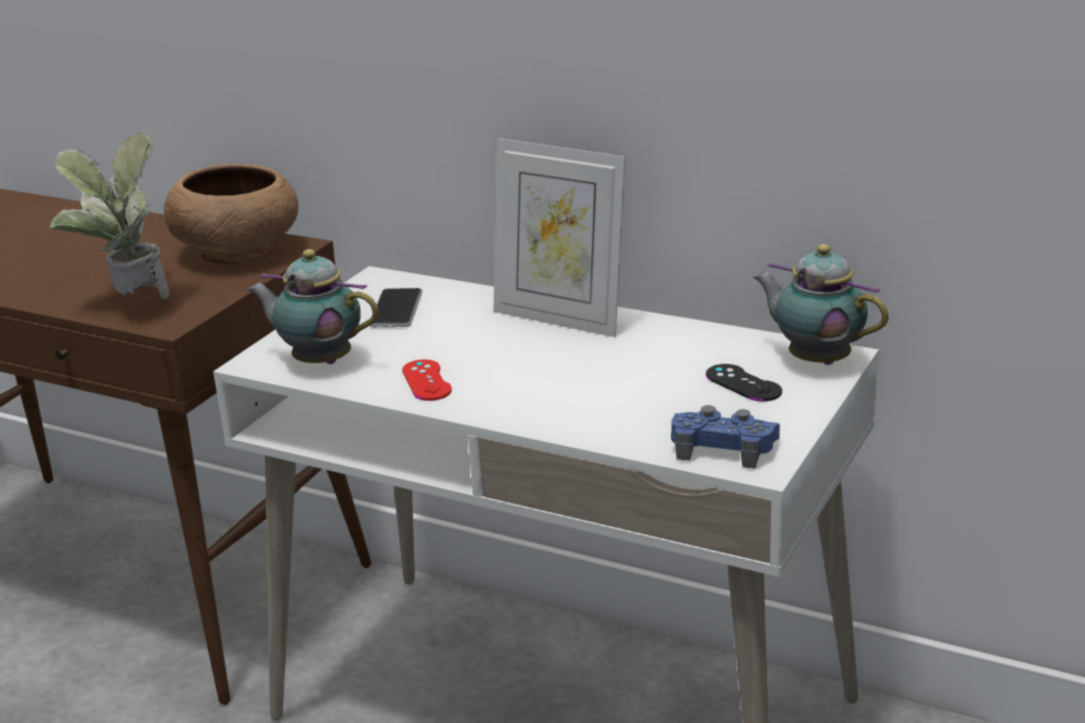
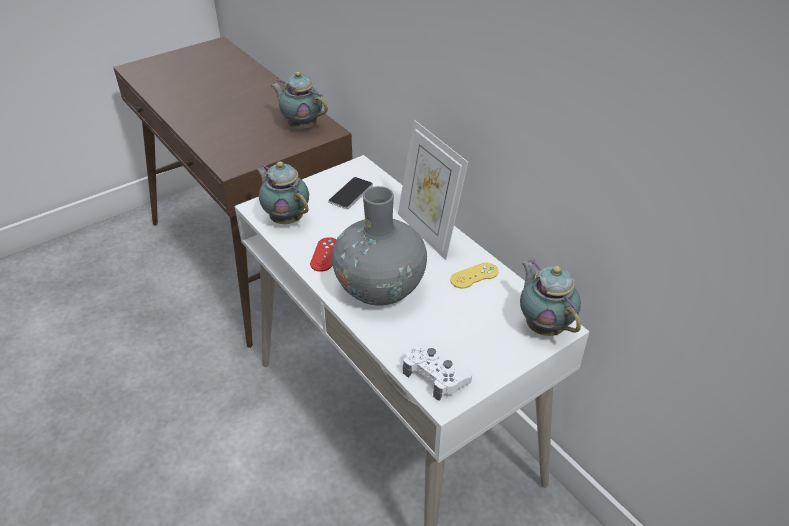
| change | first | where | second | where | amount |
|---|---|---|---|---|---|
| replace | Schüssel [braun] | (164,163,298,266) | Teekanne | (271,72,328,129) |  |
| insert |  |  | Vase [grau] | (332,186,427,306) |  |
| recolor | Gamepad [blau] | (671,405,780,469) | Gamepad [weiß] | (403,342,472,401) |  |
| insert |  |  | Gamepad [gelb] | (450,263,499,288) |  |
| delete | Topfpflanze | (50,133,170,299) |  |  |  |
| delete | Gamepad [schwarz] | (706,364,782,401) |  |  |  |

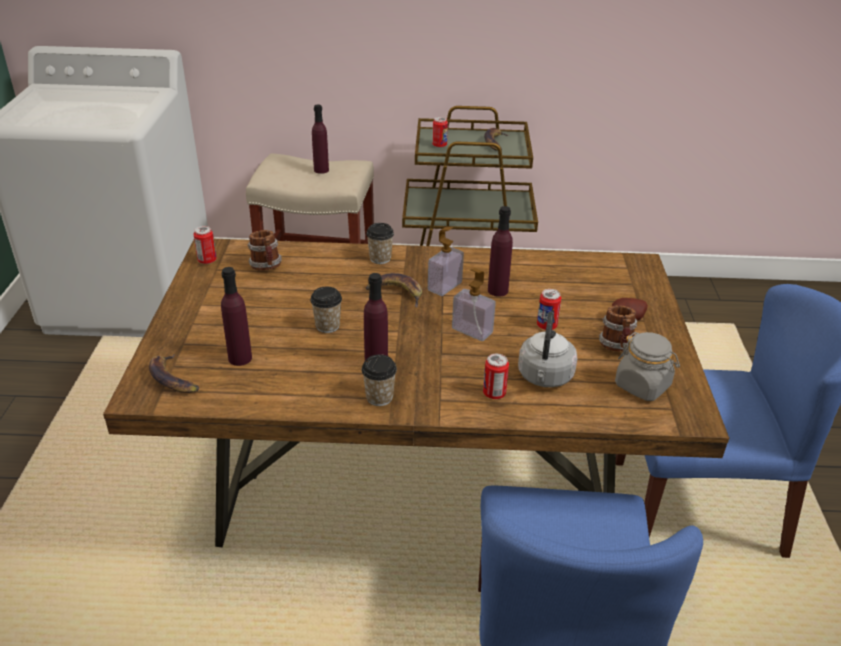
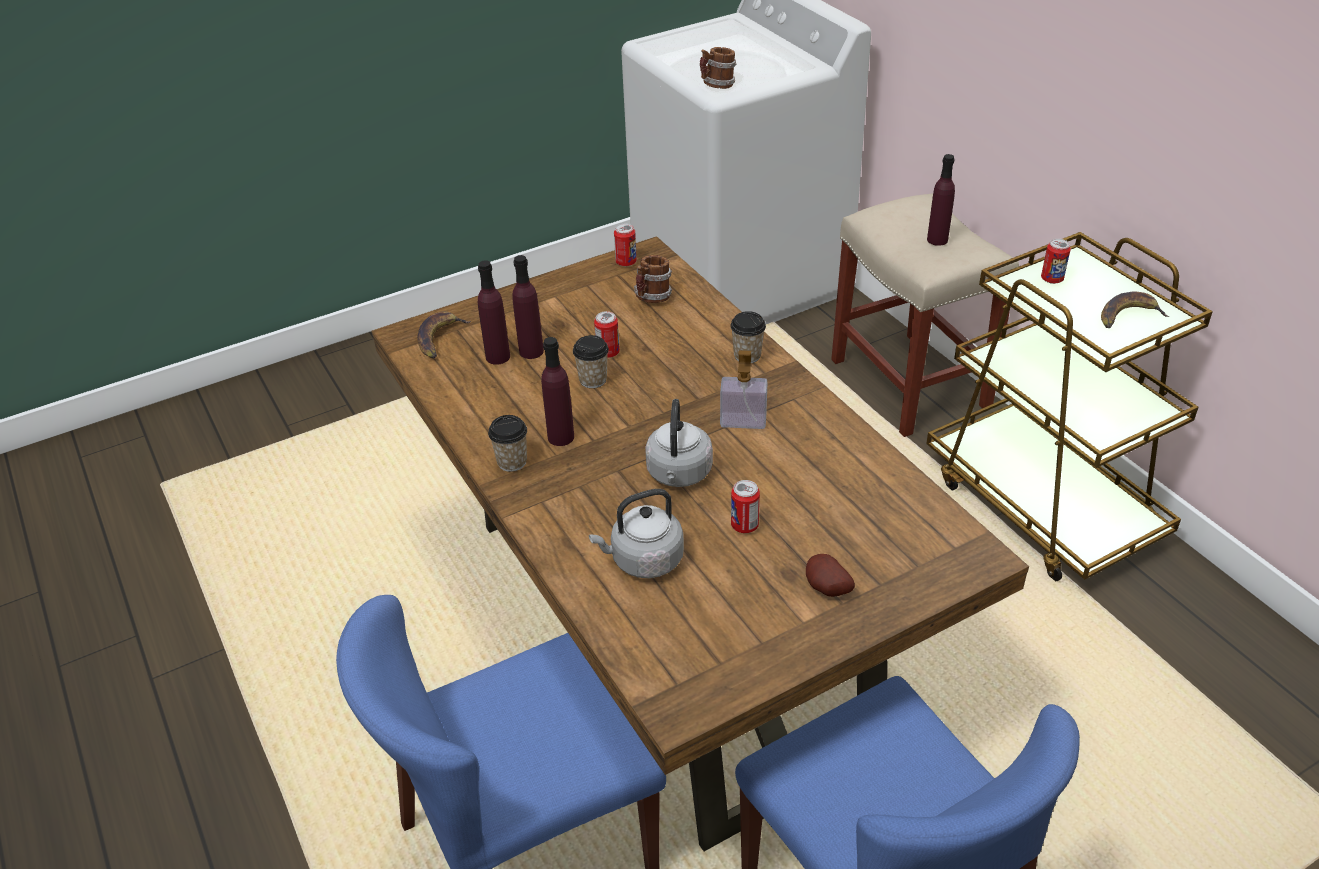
| change | first | where | second | where | amount |
|---|---|---|---|---|---|
| move | Flasche [lila] | (488,206,513,297) |  | (512,255,544,359) |  |
| move | Dose | (483,354,509,399) |  | (594,311,620,358) |  |
| replace | Seifenspender | (452,268,496,341) | Wasserkessel [grau] | (645,399,713,487) |  |
| move | Henkelbecher | (599,305,637,352) |  | (700,47,736,89) |  |
| delete | Banane | (366,273,422,308) |  |  |  |
| delete | Vorratsglas [grau] | (615,332,680,401) |  |  |  |

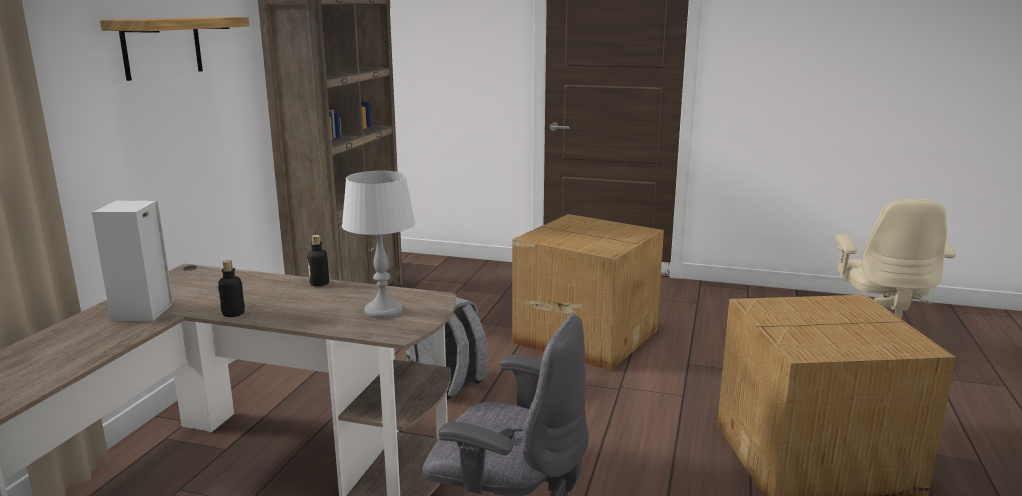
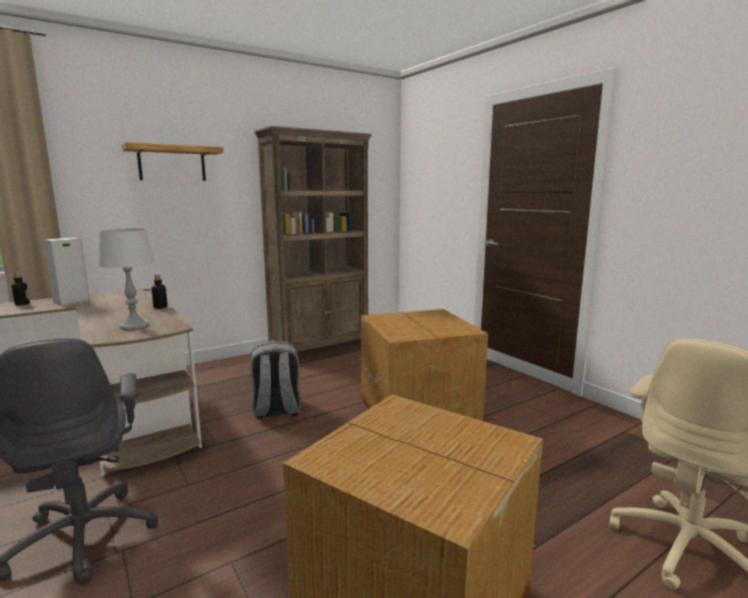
| change | first | where | second | where | amount |
|---|---|---|---|---|---|
| move | Flasche | (218,260,245,317) |  | (11,272,30,306) |  |

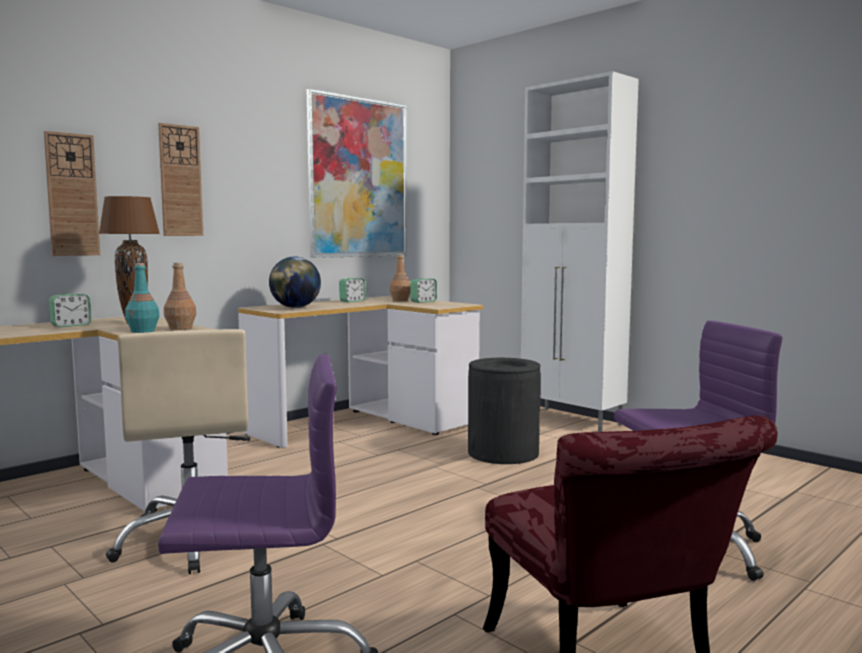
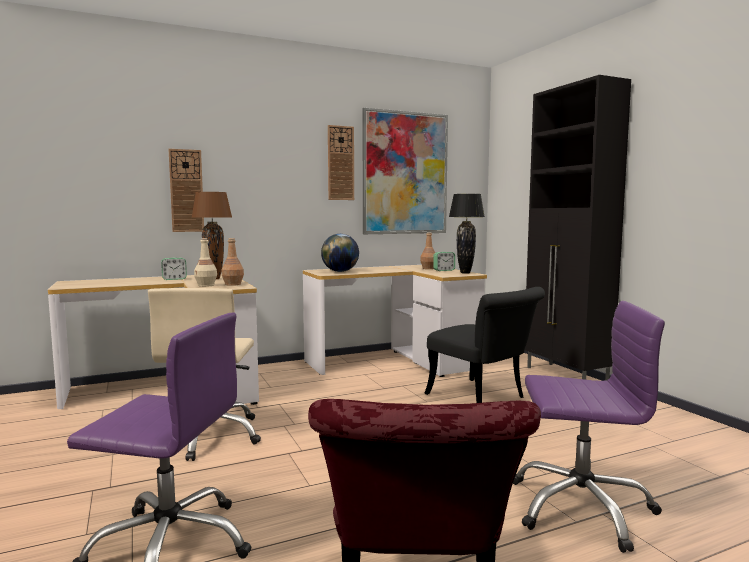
| change | first | where | second | where | amount |
|---|---|---|---|---|---|
| recolor | Flasche [türkis] | (125,263,159,333) | Flasche [beige] | (194,238,217,287) |  |
| move | Wanduhr | (158,123,203,236) |  | (328,125,354,200) |  |
| replace | Mülleimer [schwarz] | (468,358,541,464) | Stuhl [schwarz] | (424,287,545,403) |  |
| insert |  |  | Tischlampe [schwarz] | (449,194,485,274) |  |
| recolor | Schrank [weiß] | (521,71,639,432) | Schrank [schwarz] | (525,75,631,381) |  |
| delete | Wecker | (339,278,366,302) |  |  |  |

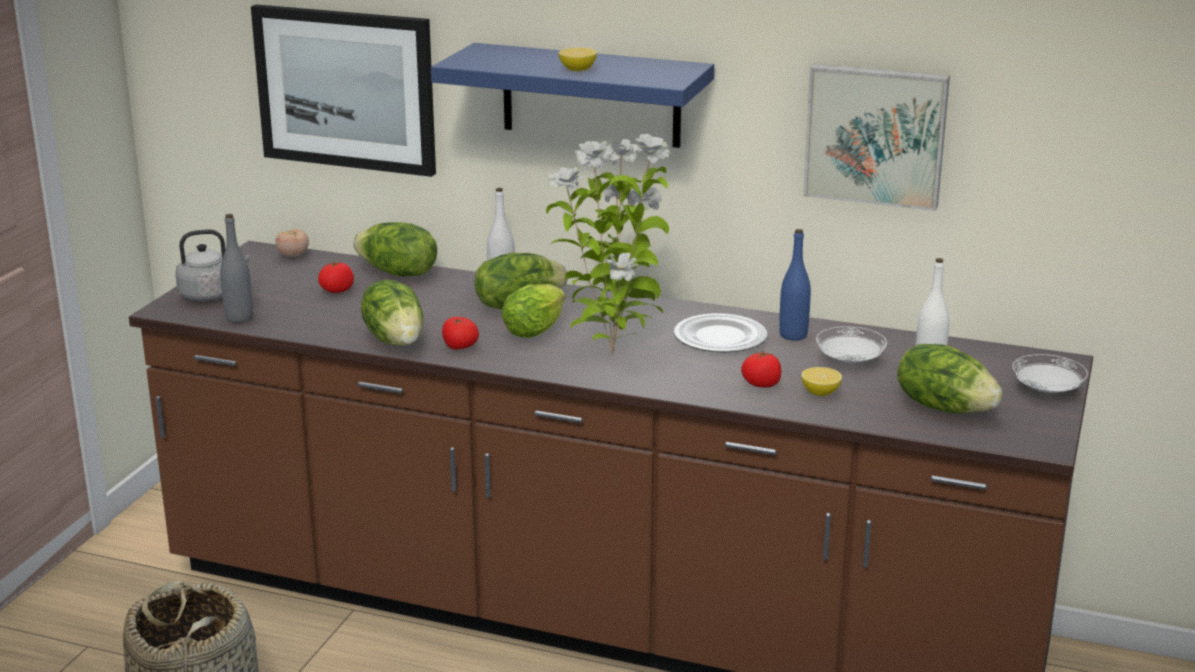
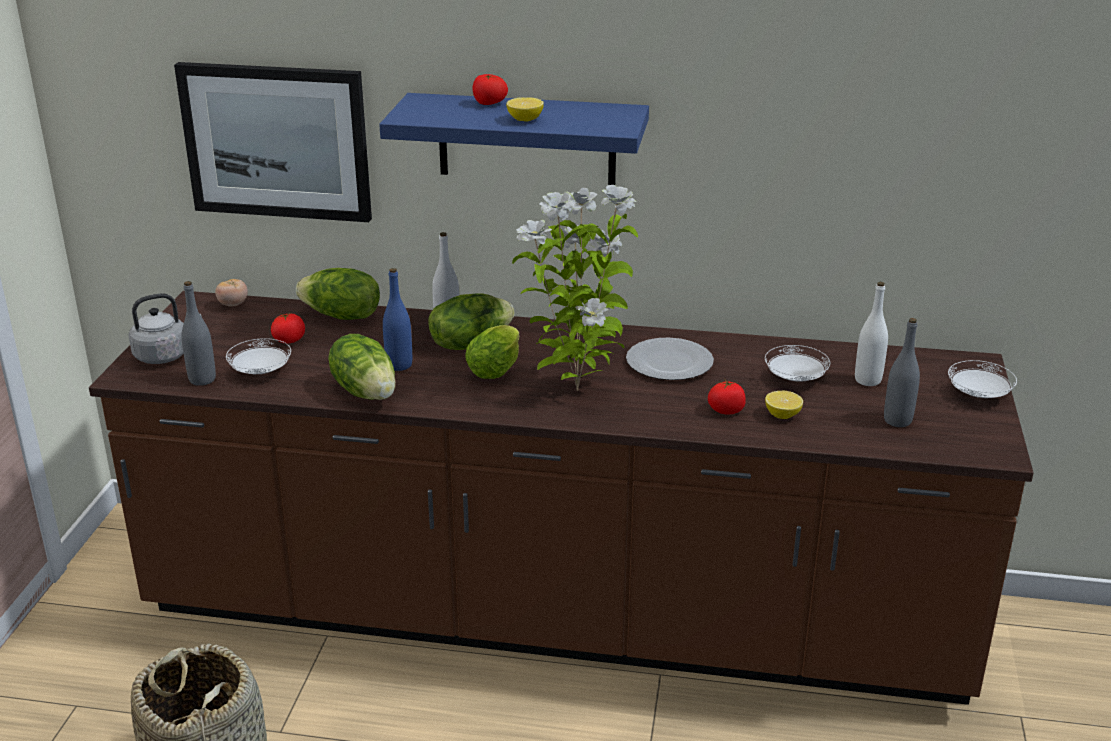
| change | first | where | second | where | amount |
|---|---|---|---|---|---|
| insert |  |  | Teller [weiß] | (226,338,291,374) |  |
| move | Flasche [blau] | (779,229,811,341) |  | (383,268,412,371) |  |
| move | Tomate | (442,317,479,349) |  | (472,74,508,105) |  |
| replace | Salatkopf | (897,344,1002,413) | Flasche [grau] | (884,318,920,427) |  |
| delete | Bild | (803,64,950,211) |  |  |  |

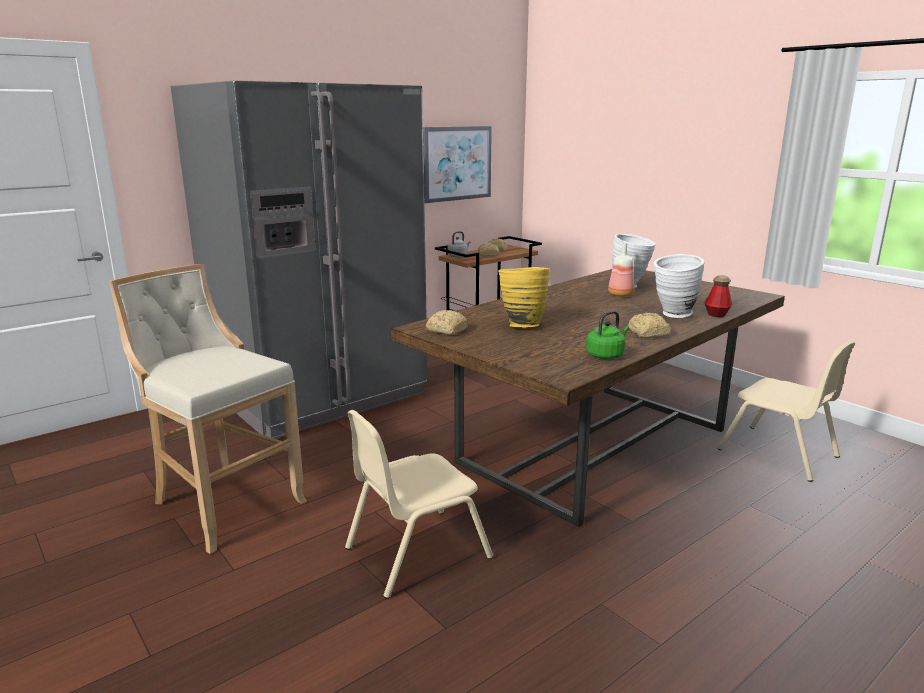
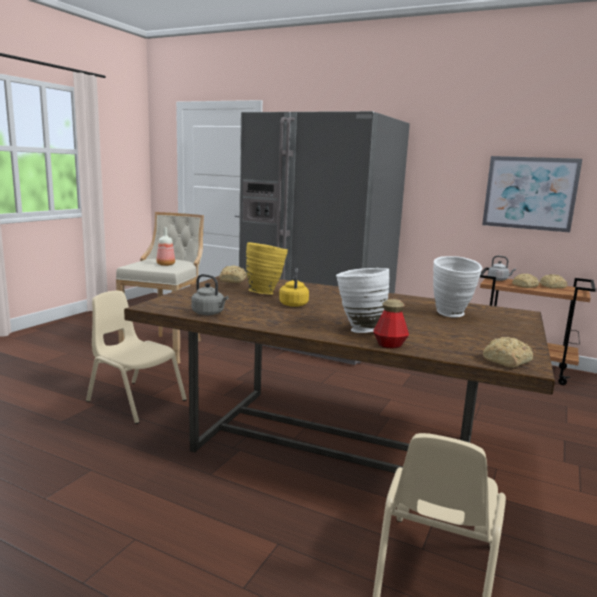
| change | first | where | second | where | amount |
|---|---|---|---|---|---|
| move | Flasche | (608,243,634,297) |  | (157,227,175,266) |  |
| recolor | Wasserkessel [grün] | (586,311,629,359) | Wasserkessel [grau] | (191,274,229,315) |  |
| insert |  |  | Wasserkessel [gelb] | (279,268,309,307) |  |
| move | Brot | (628,313,671,338) |  | (483,337,533,368) |  |

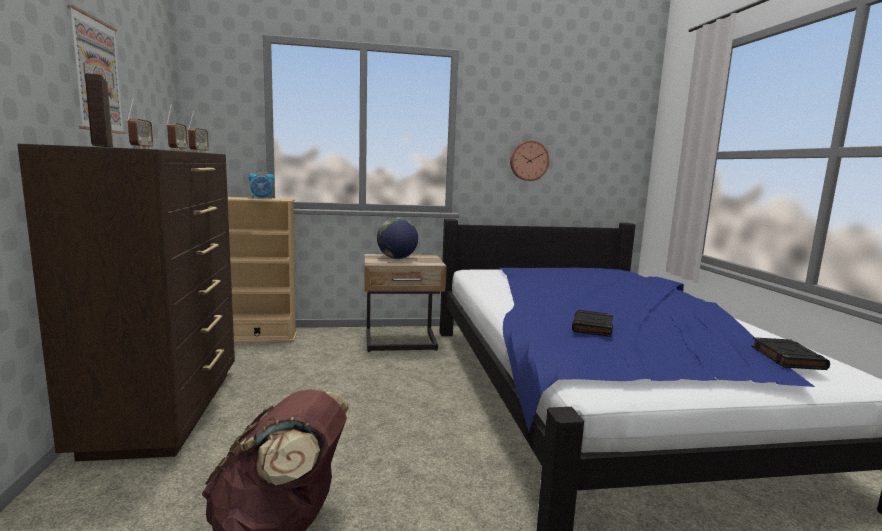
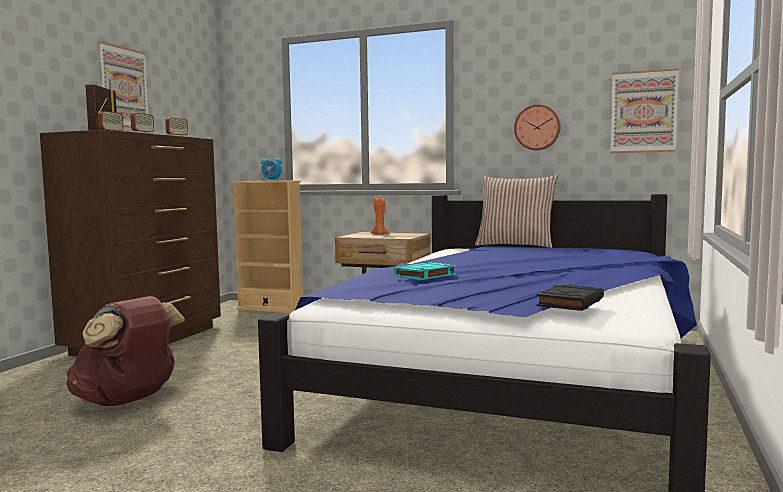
| change | first | where | second | where | amount |
|---|---|---|---|---|---|
| replace | Globus | (377,217,418,259) | Kerze [orange] | (371,196,389,235) |  |
| recolor | Buch [schwarz] | (572,310,613,337) | Buch [türkis] | (393,262,456,280) |  |
| insert |  |  | Kissen | (475,175,558,248) |  |
| insert |  |  | Bild | (611,68,679,153) |  |

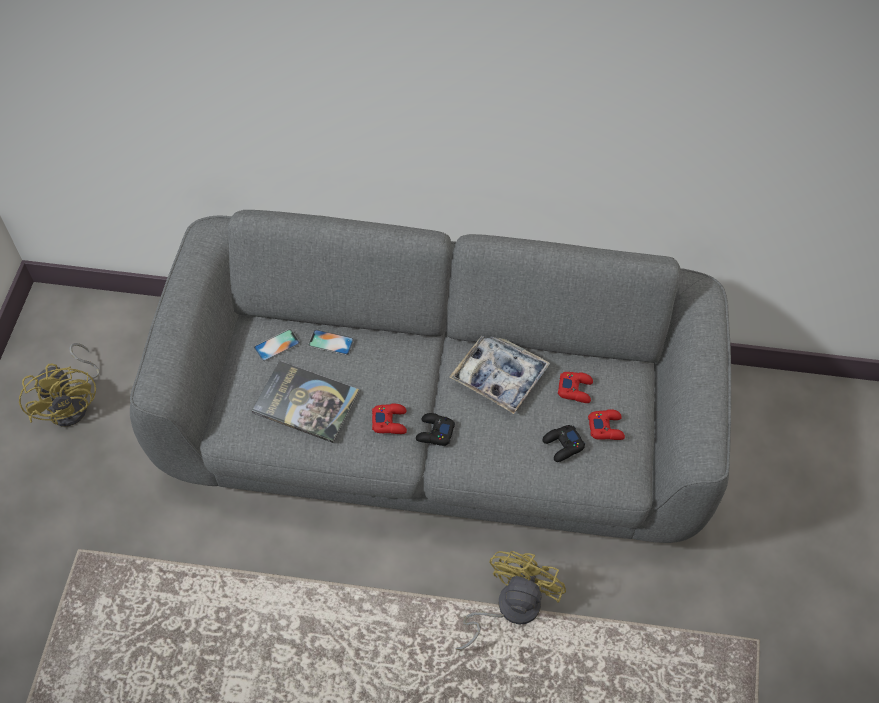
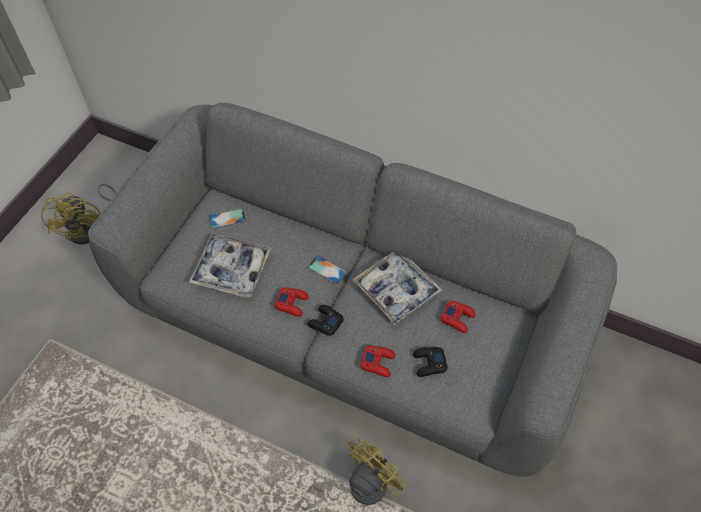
| change | first | where | second | where | amount |
|---|---|---|---|---|---|
| replace | Buch | (252,361,359,443) | Tablett | (188,234,271,298) |  |
| move | Handy | (308,329,354,355) |  | (308,255,347,284) |  |
| move | Gamepad [rot] | (588,409,625,440) |  | (360,346,395,377) |  |

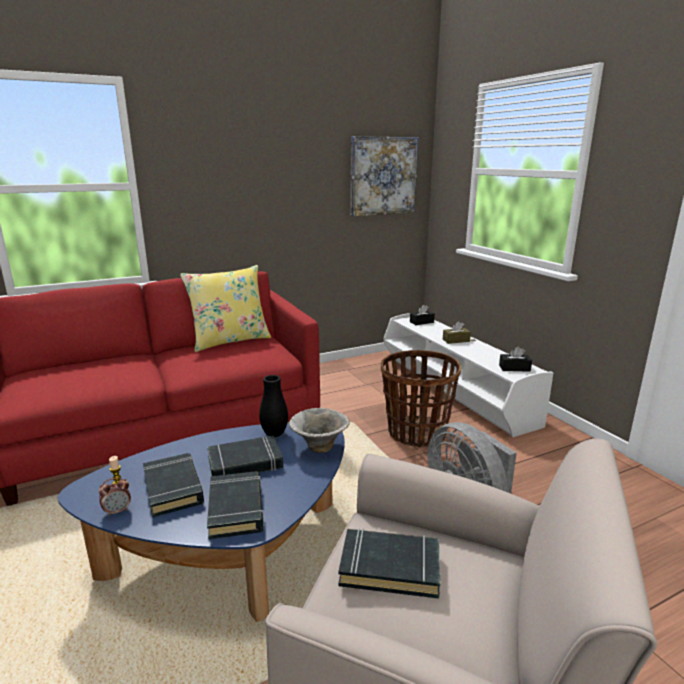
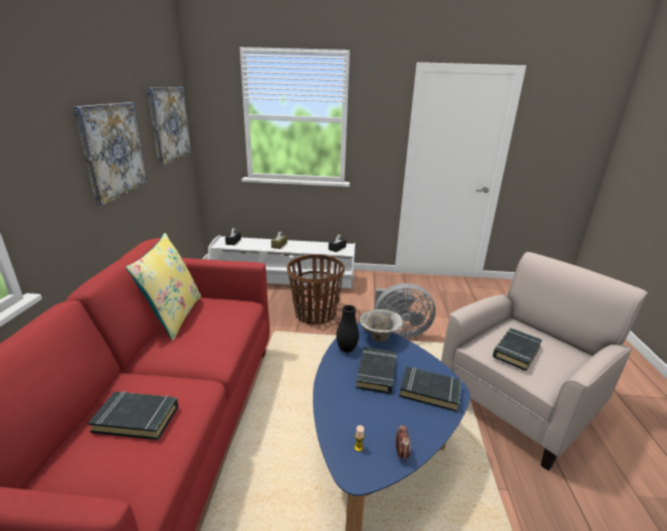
| change | first | where | second | where | amount |
|---|---|---|---|---|---|
| insert |  |  | Bild | (73,102,148,206) |  |
| move | Buch [schwarz] | (143,453,204,517) |  | (88,391,178,440) |  |

